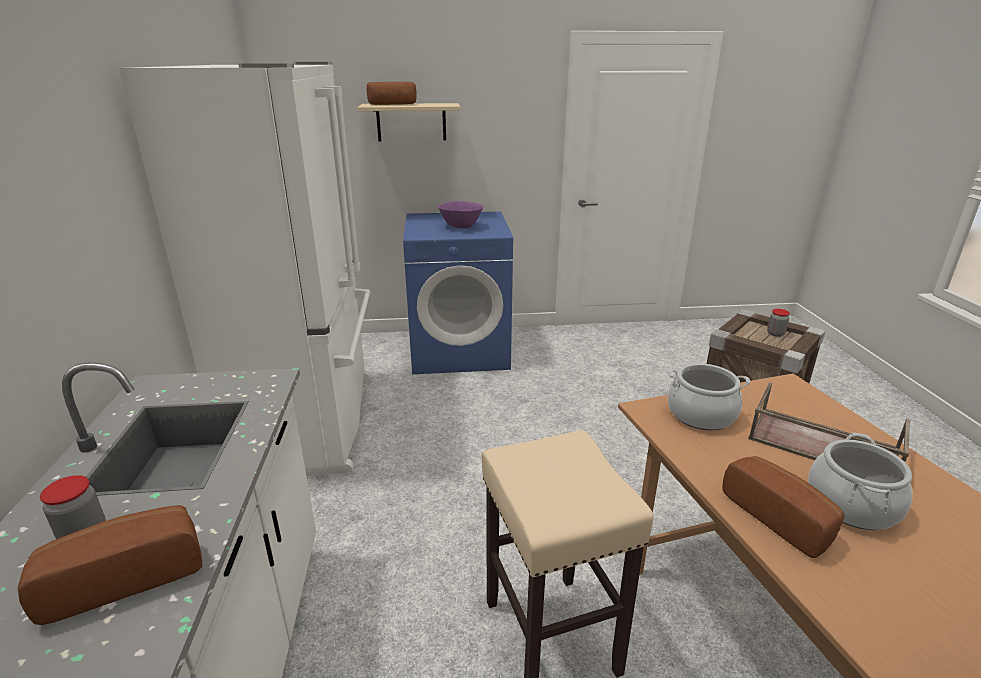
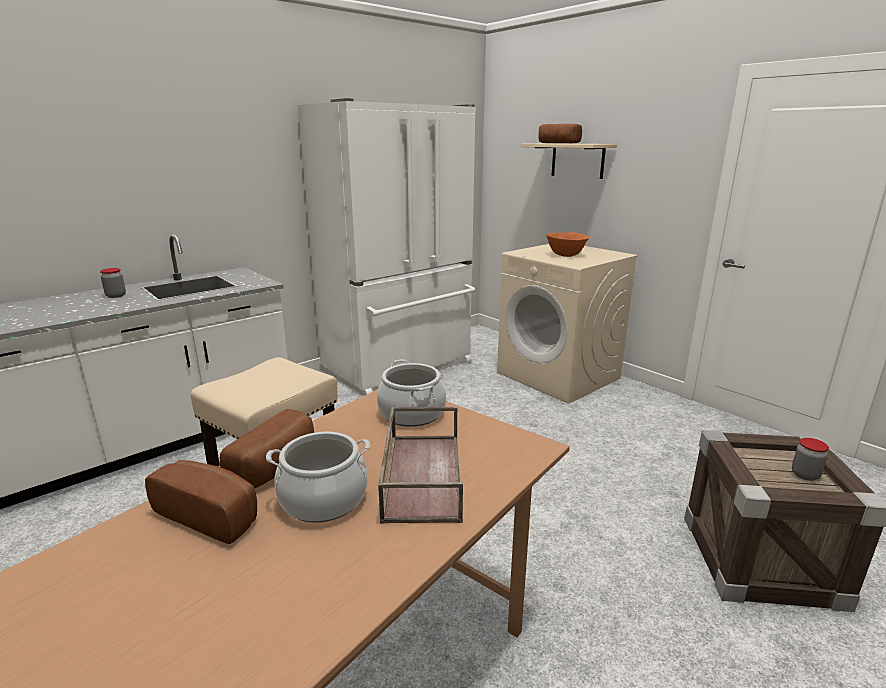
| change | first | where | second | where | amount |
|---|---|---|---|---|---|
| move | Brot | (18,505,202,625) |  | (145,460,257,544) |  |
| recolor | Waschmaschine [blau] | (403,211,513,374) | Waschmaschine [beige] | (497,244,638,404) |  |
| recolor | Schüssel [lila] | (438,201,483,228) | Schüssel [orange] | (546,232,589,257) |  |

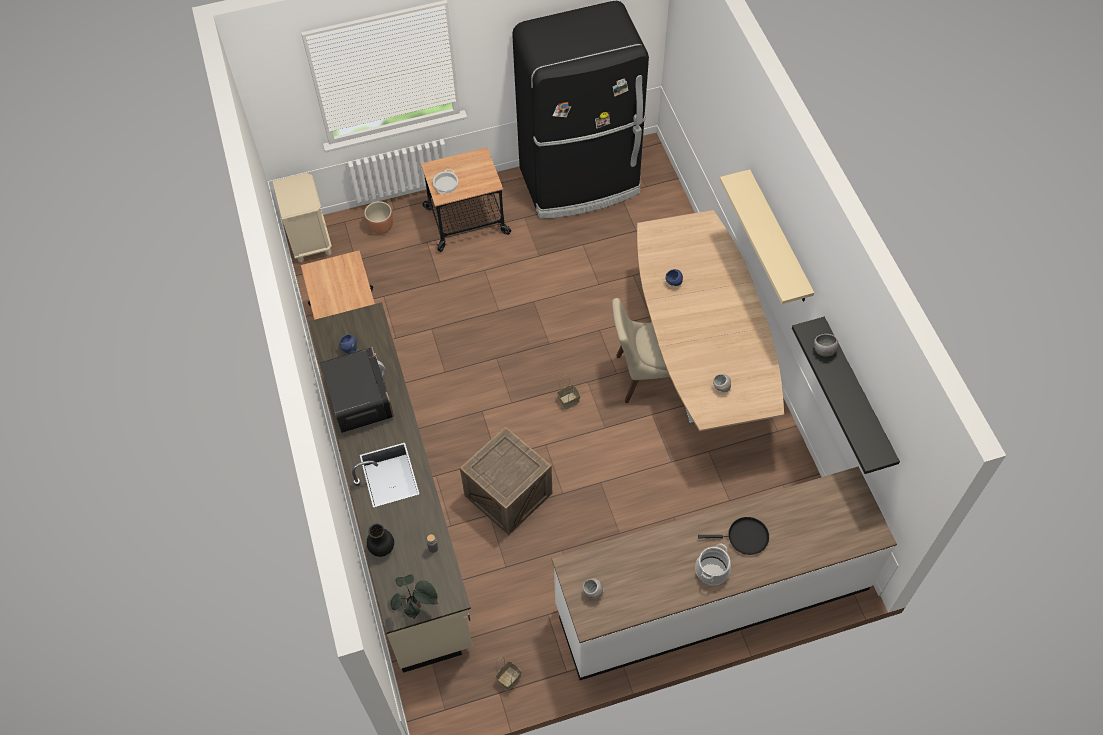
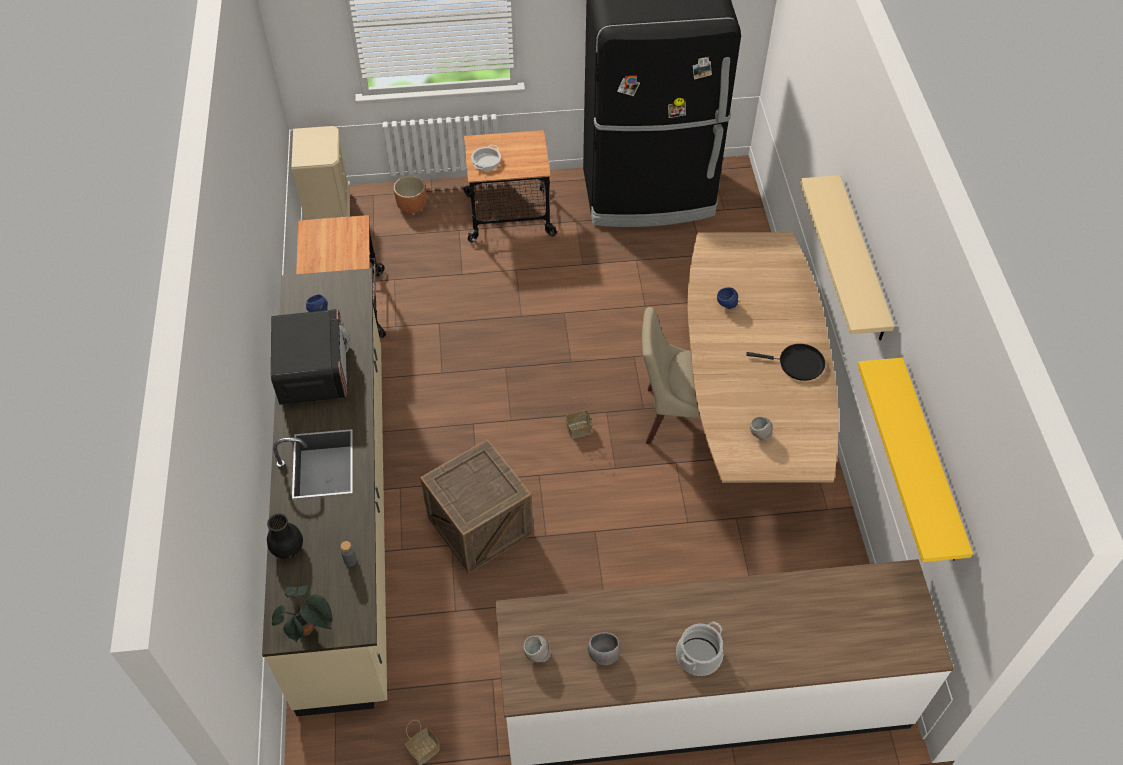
| change | first | where | second | where | amount |
|---|---|---|---|---|---|
| move | Schüssel [grau] | (814,334,838,356) |  | (588,632,621,665) |  |
| move | Pfanne [schwarz] | (698,517,769,555) |  | (746,344,825,381) |  |
| recolor | Wandregal [schwarz] | (792,317,900,474) | Wandregal [gelb] | (857,358,973,562) |  |

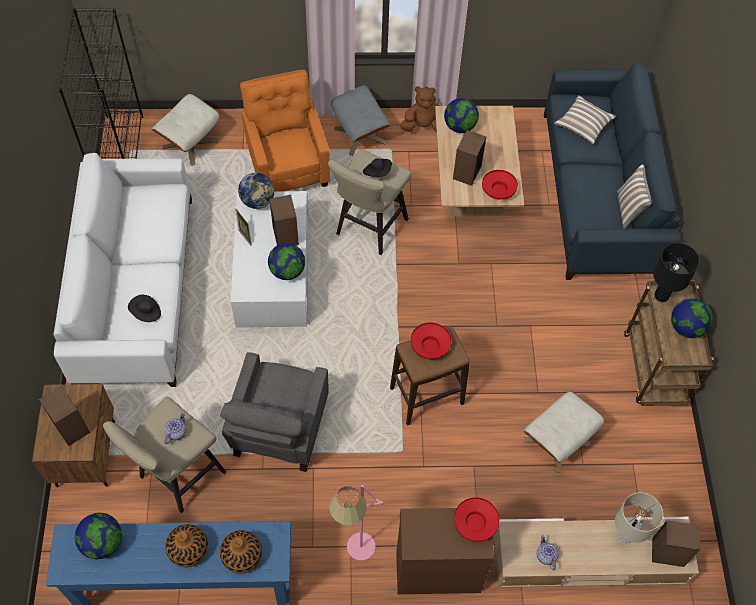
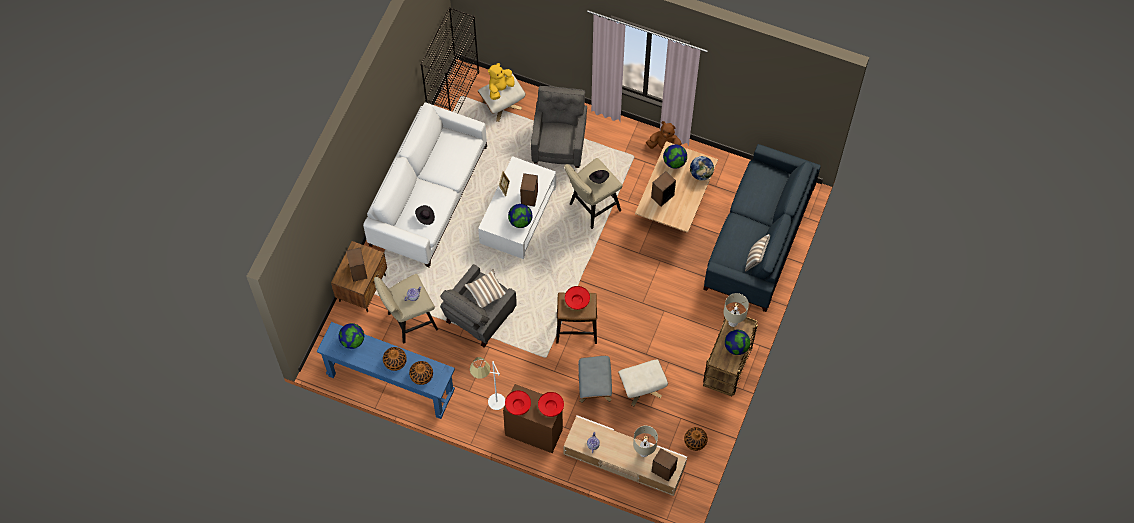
| change | first | where | second | where | amount |
|---|---|---|---|---|---|
| move | Kissen | (554,95,616,144) |  | (465,270,506,308) |  |
| recolor | Stehlampe [rosa] | (329,485,383,561) | Stehlampe [weiß] | (470,357,505,410) |  |
| insert |  |  | Plüschtier [gelb] | (488,63,515,100) |  |
| move | Schüssel [rot] | (482,170,518,200) |  | (505,390,531,415) |  |
| recolor | Sessel [orange] | (240,70,330,191) | Sessel [grau] | (531,86,587,168) |  |
| move | Polsterhocker [grau] | (331,85,390,156) |  | (578,356,612,403) |  |
| insert |  |  | Vase | (684,427,708,451) |  |
| move | Globus | (238,173,274,209) |  | (690,156,714,180) |  |
| recolor | Tischlampe [schwarz] | (653,243,699,302) | Tischlampe [beige] | (723,293,749,327) |  |

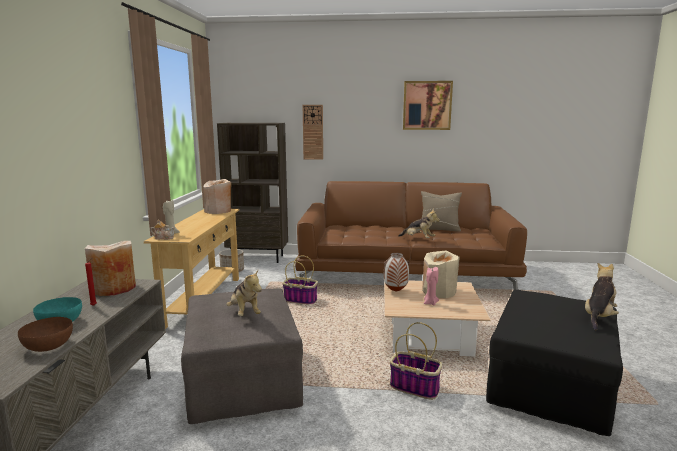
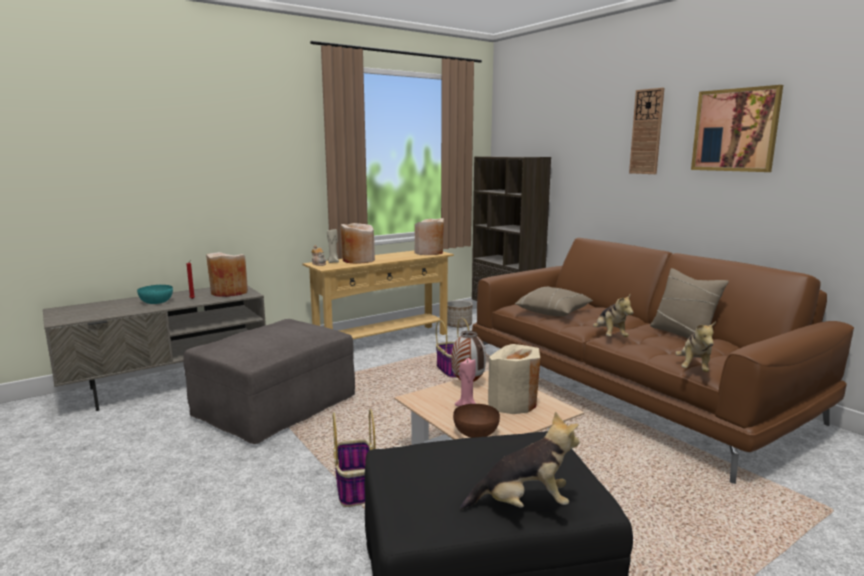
| change | first | where | second | where | amount |
|---|---|---|---|---|---|
| insert |  |  | Vase [beige] | (341,223,375,264) |  |
| move | Schüssel [braun] | (18,317,73,352) |  | (453,404,500,438) |  |
| insert |  |  | Kissen [beige] | (515,287,593,316) |  |
| move | Wanduhr | (303,105,323,160) |  | (629,88,665,174) |  |
| move | Plüschtier | (226,270,262,316) |  | (675,321,716,372) |  |

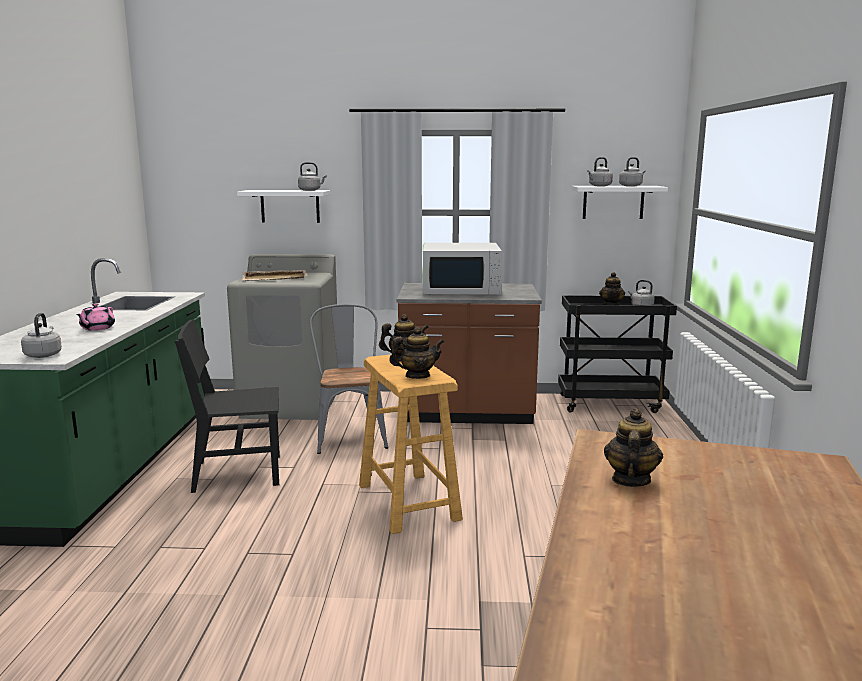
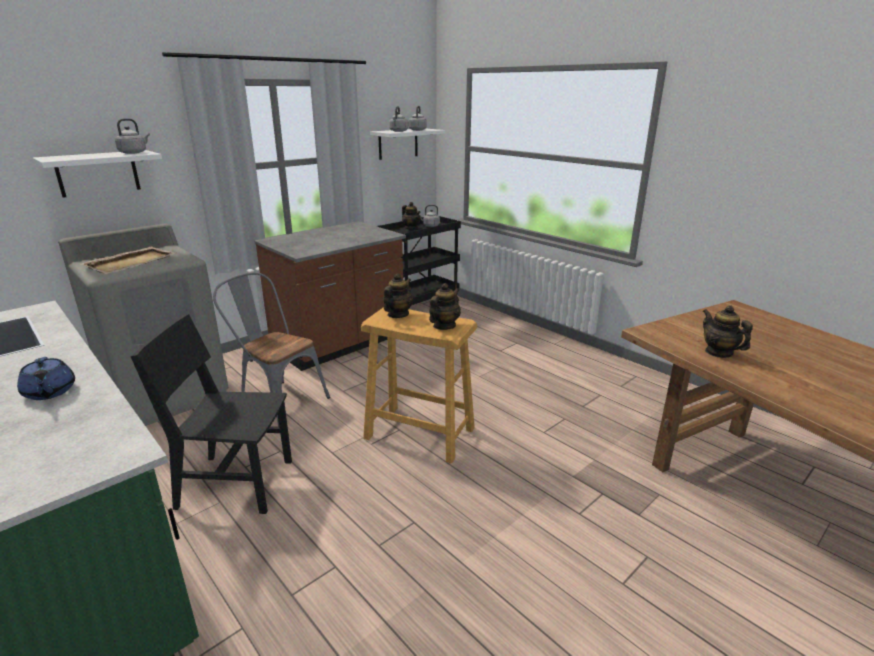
| change | first | where | second | where | amount |
|---|---|---|---|---|---|
| recolor | Teekanne [rosa] | (76,303,115,331) | Teekanne [blau] | (17,357,75,400) |  |
| rotate | Stuhl [schwarz] | (175,319,280,493) |  | (131,314,292,514) | 60 degrees clockwise |
| delete | Wasserkessel [grau] | (21,313,62,358) |  |  |  |
| delete | Mikrowelle [weiß] | (423,243,503,294) |  |  |  |

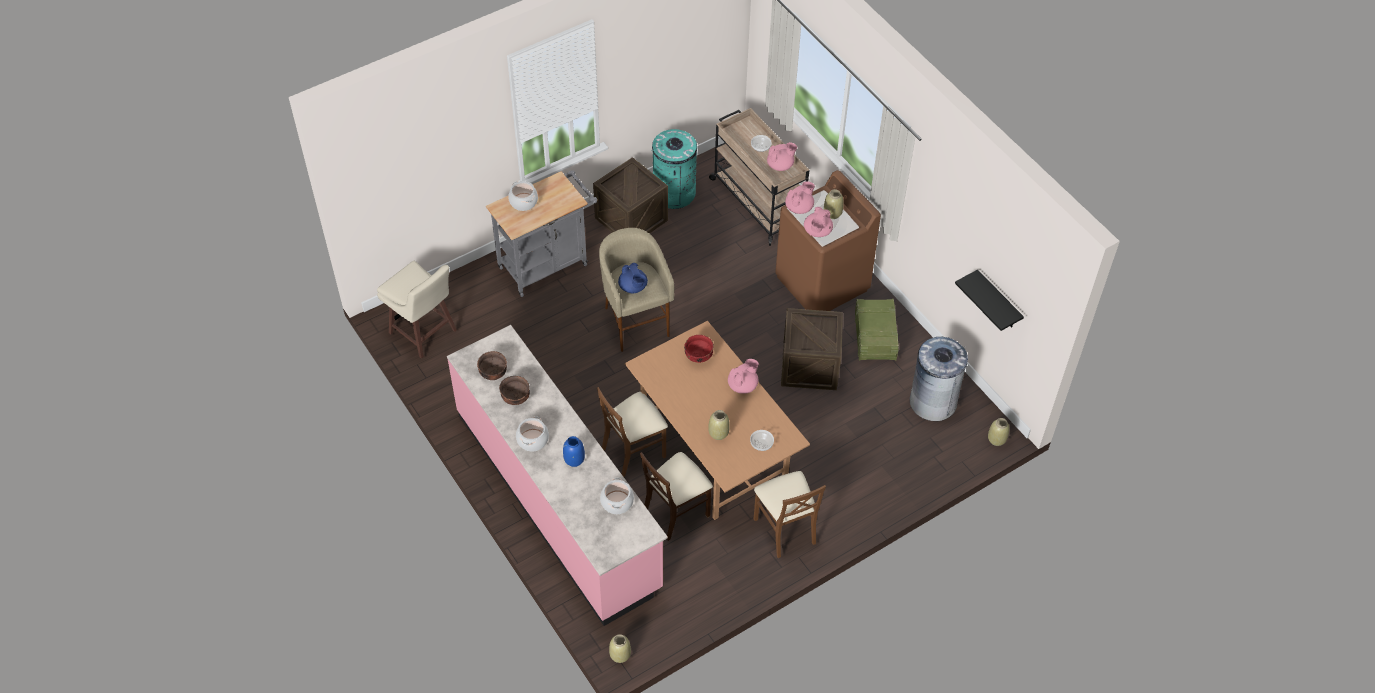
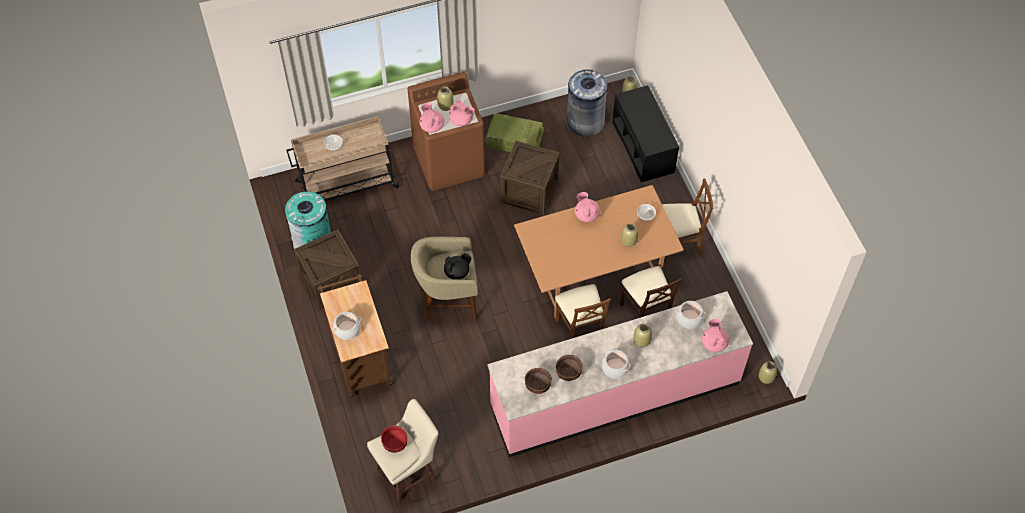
| change | first | where | second | where | amount |
|---|---|---|---|---|---|
| recolor | Rollwagen [grau] | (486,170,597,297) | Rollwagen [braun] | (318,274,393,398) |  |
| move | Schüssel [rot] | (684,335,714,363) |  | (381,425,407,453) |  |
| recolor | Teekanne [blau] | (618,263,648,293) | Teekanne [schwarz] | (444,253,471,280) |  |
| insert |  |  | Bank [schwarz] | (612,86,679,182) |  |
| recolor | Vase [blau] | (563,436,585,467) | Vase [beige] | (633,323,652,347) |  |
| move | Teekanne [rosa] | (767,142,797,171) |  | (702,319,729,352) |  |
| delete | Wandregal [schwarz] | (955,270,1024,331) |  |  |  |

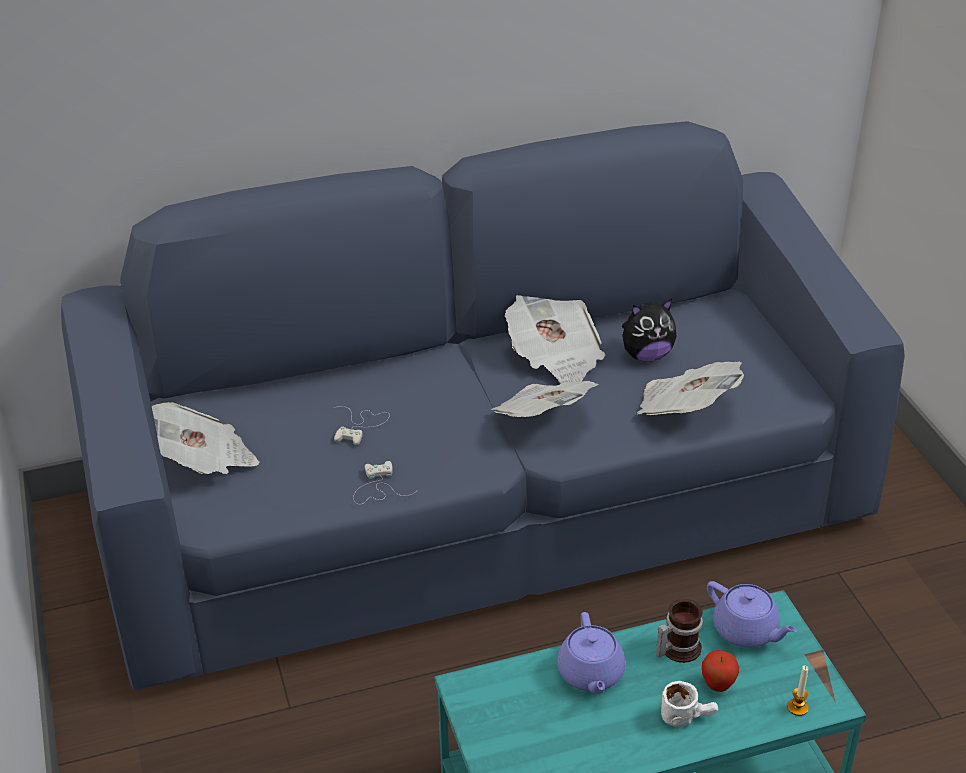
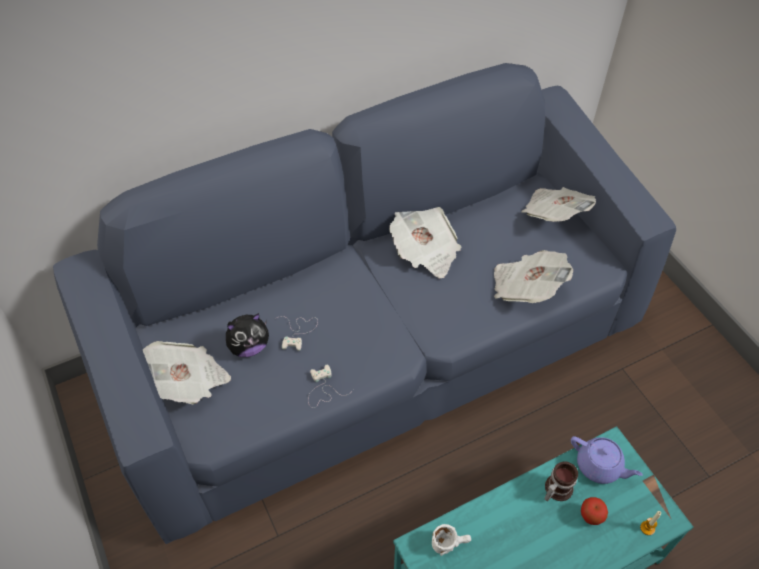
| change | first | where | second | where | amount |
|---|---|---|---|---|---|
| move | Plüschtier | (622,298,677,362) |  | (226,313,269,357) |  |
| move | Henkelbecher [weiß] | (661,681,718,727) |  | (432,524,471,556) |  |
| move | Zeitung | (491,381,598,417) |  | (522,187,596,222) |  |
| delete | Teekanne [lila] | (557,612,625,694) |  |  |  |

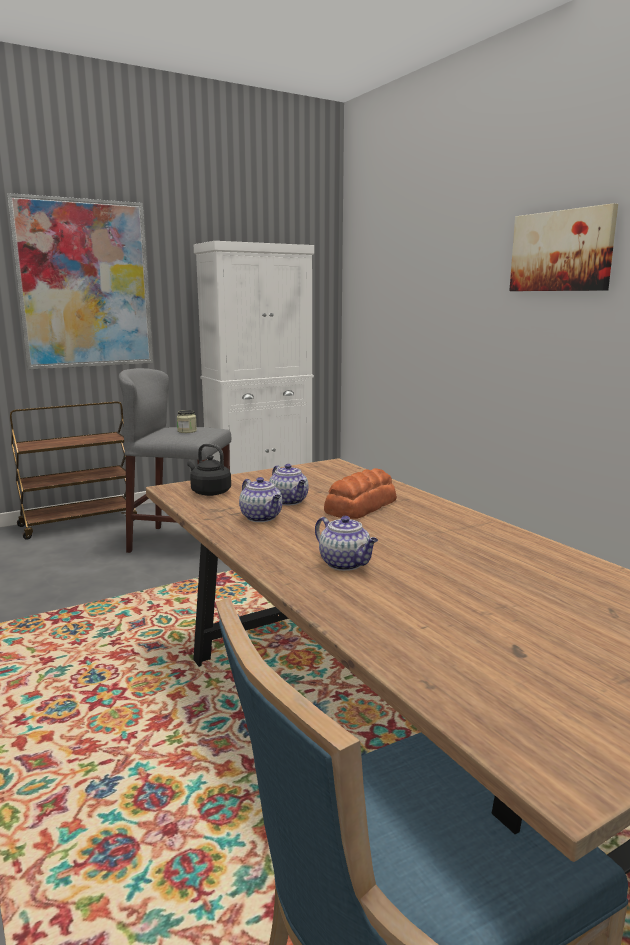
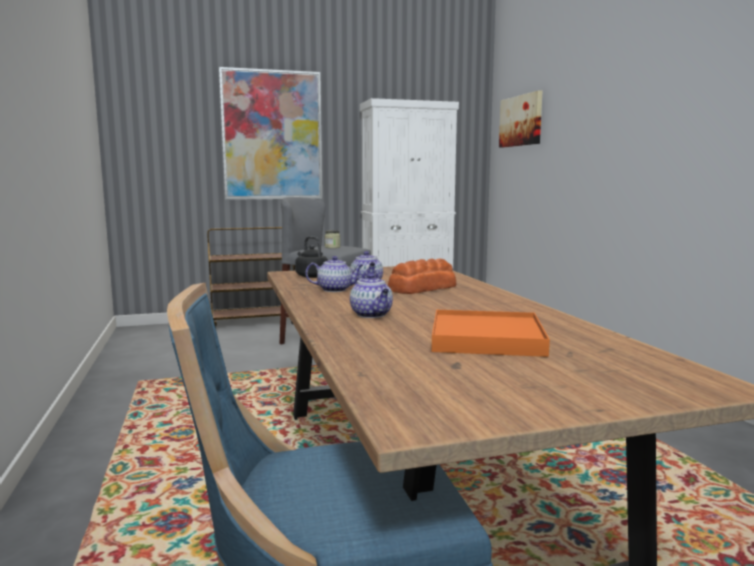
| change | first | where | second | where | amount |
|---|---|---|---|---|---|
| rotate | Teekanne | (239,477,283,522) |  | (305,256,363,292) | 75 degrees counterclockwise |
| insert |  |  | Tablett [orange] | (432,310,550,357) |  |
| move | Bild | (509,203,618,291) |  | (499,90,543,148) |  |

